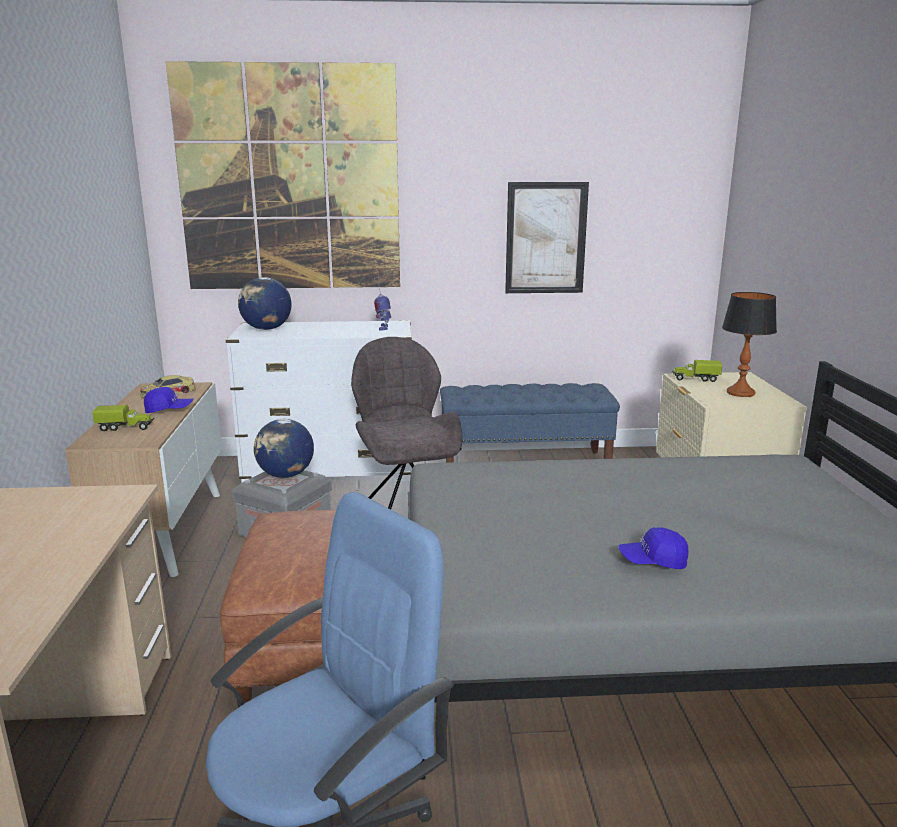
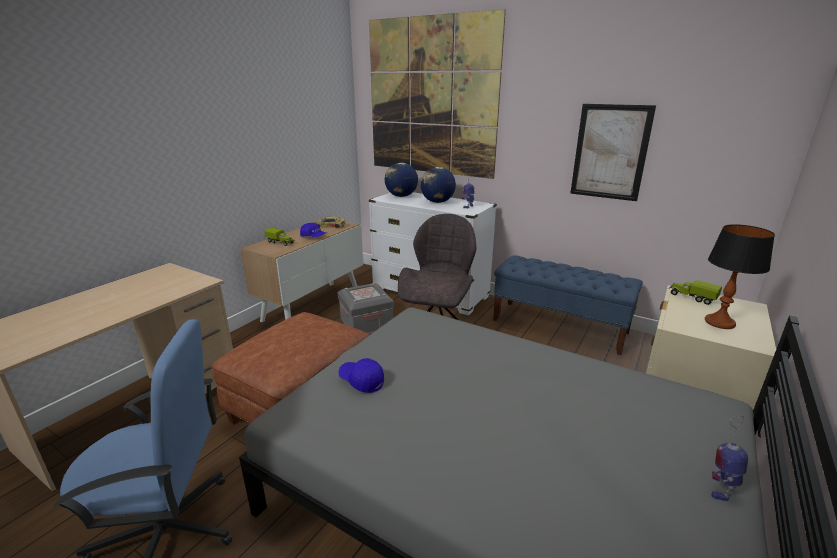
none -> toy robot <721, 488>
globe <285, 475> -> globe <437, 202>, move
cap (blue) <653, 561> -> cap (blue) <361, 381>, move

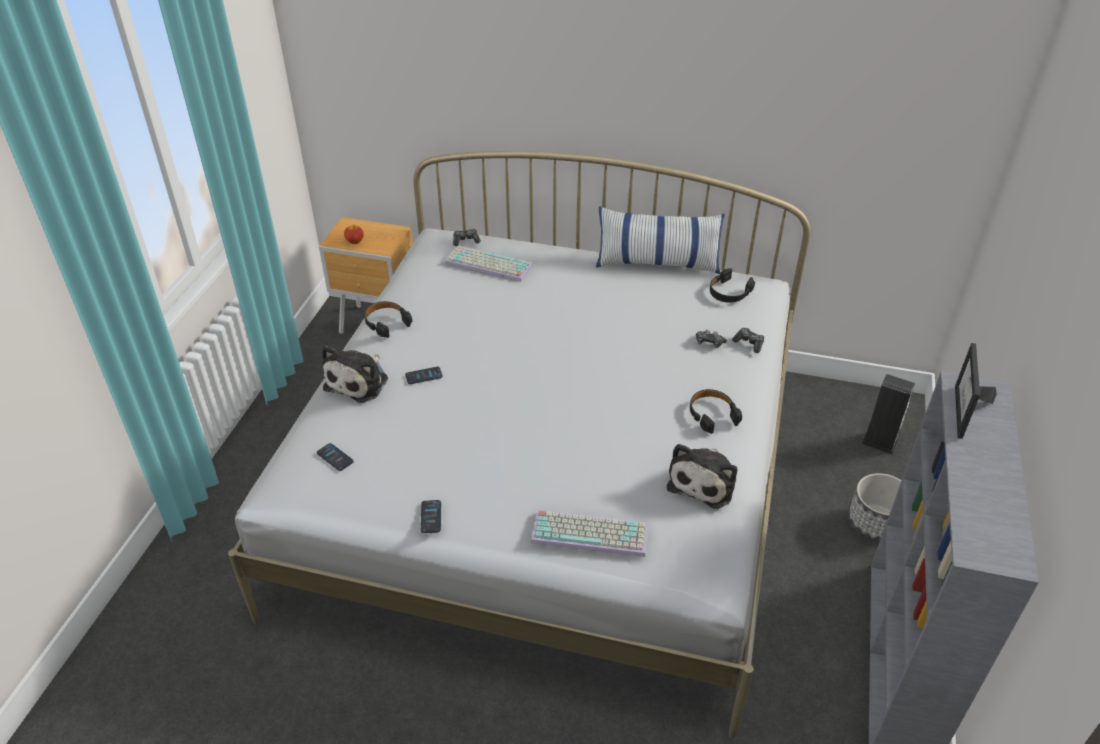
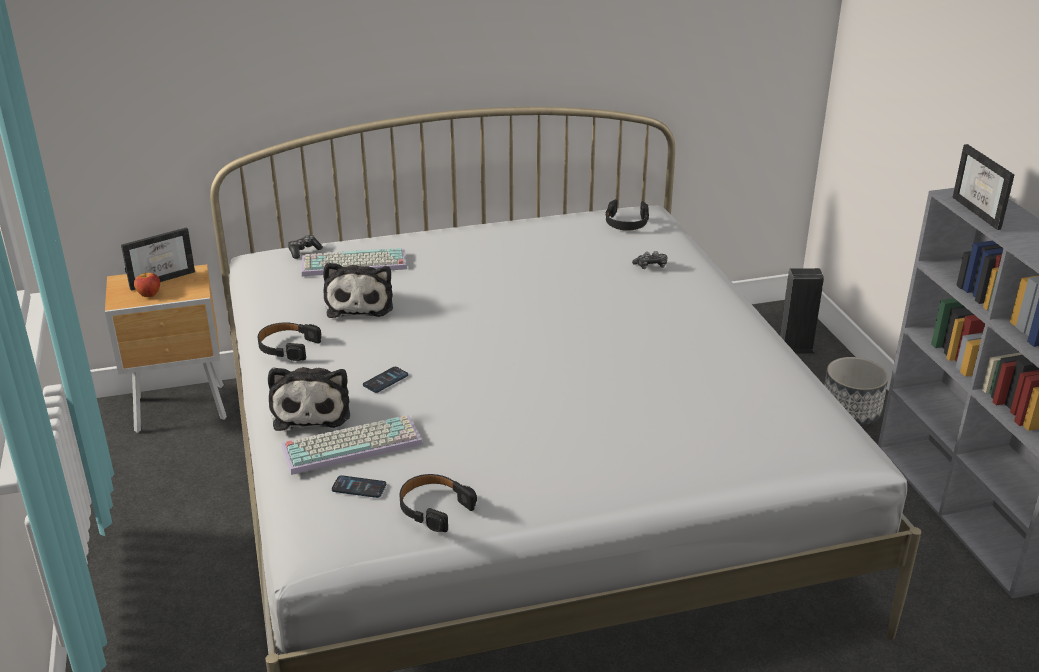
phone <431, 517> -> none
pillow <657, 263> -> none
game controller <749, 343> -> none
none -> picture frame <161, 277>
keyboard <591, 532> -> keyboard <353, 444>, move
plush toy <704, 481> -> plush toy <360, 303>, move
headphones (black) <712, 414> -> headphones (black) <434, 508>, move

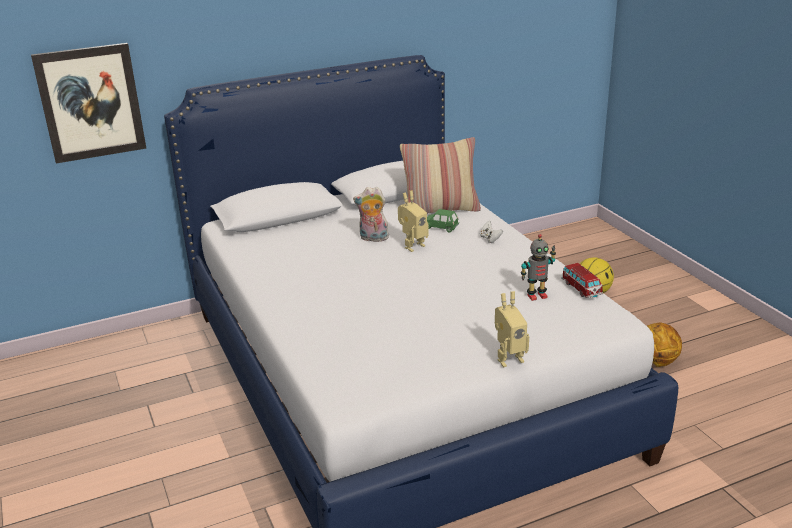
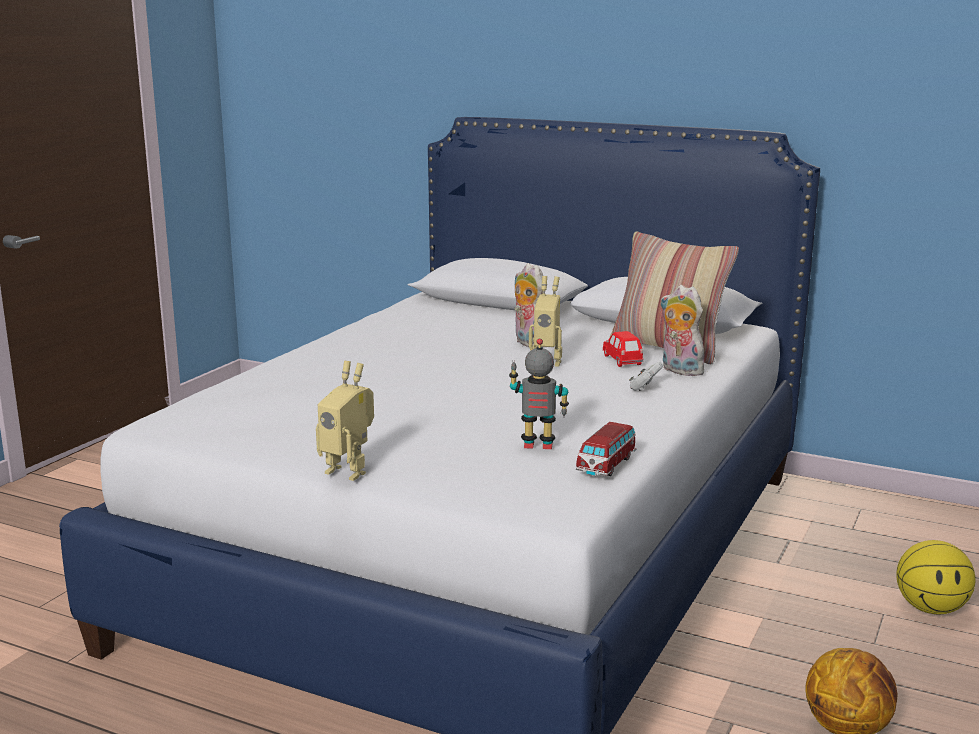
picture <91, 102> -> none
none -> plush toy <679, 371>
toy car (green) <440, 227> -> toy car (red) <622, 360>
toy robot <536, 296> -> toy robot <538, 446>, 150 degrees clockwise

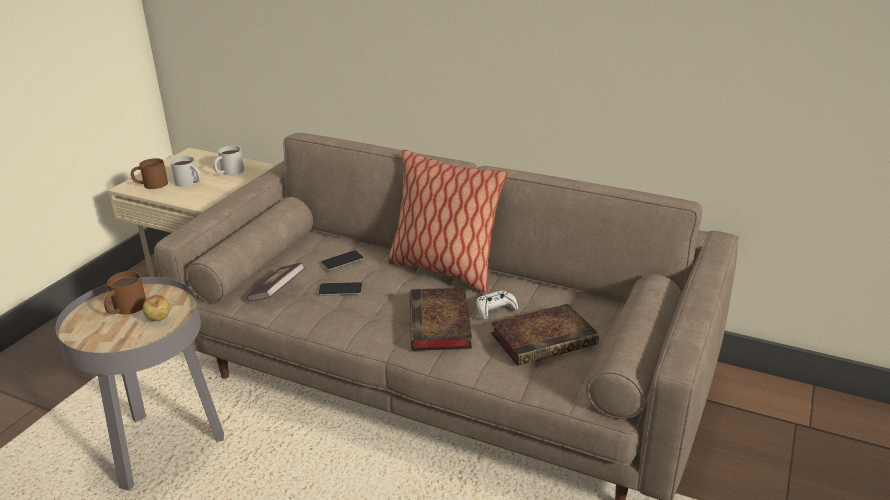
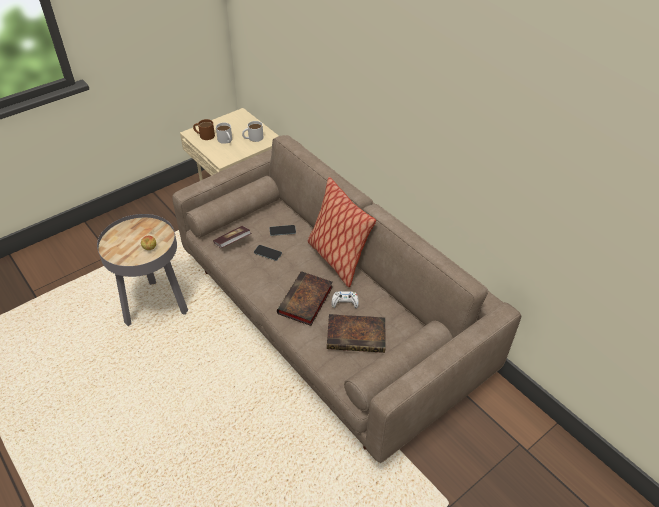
mug (brown) <125, 309> -> none

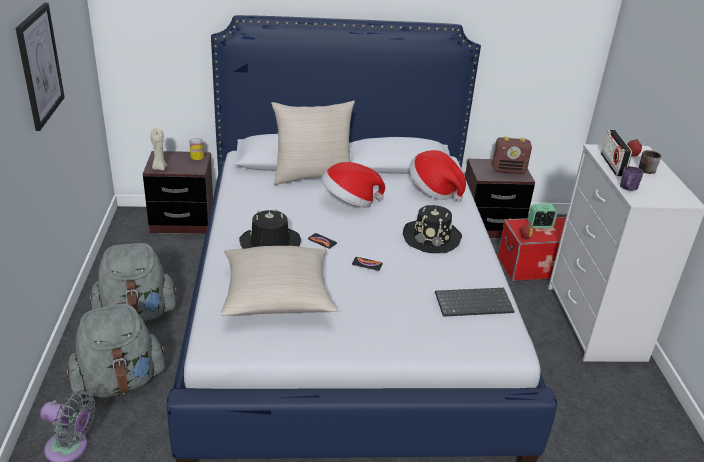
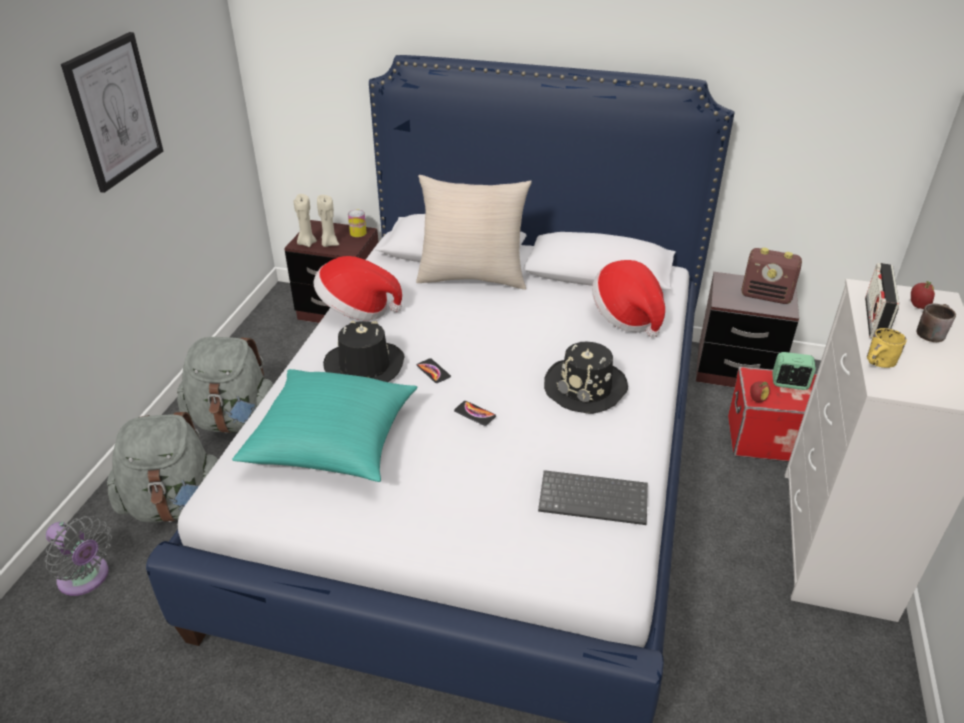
none -> candle (beige) <329, 244>
hat <349, 202> -> hat <357, 310>, move
pillow (beige) <277, 296> -> pillow (turquoise) <332, 441>
mug (purple) <629, 189> -> mug (yellow) <880, 364>

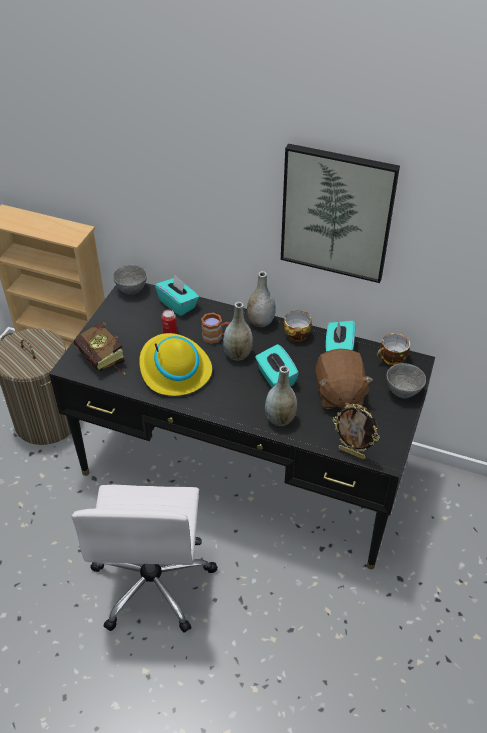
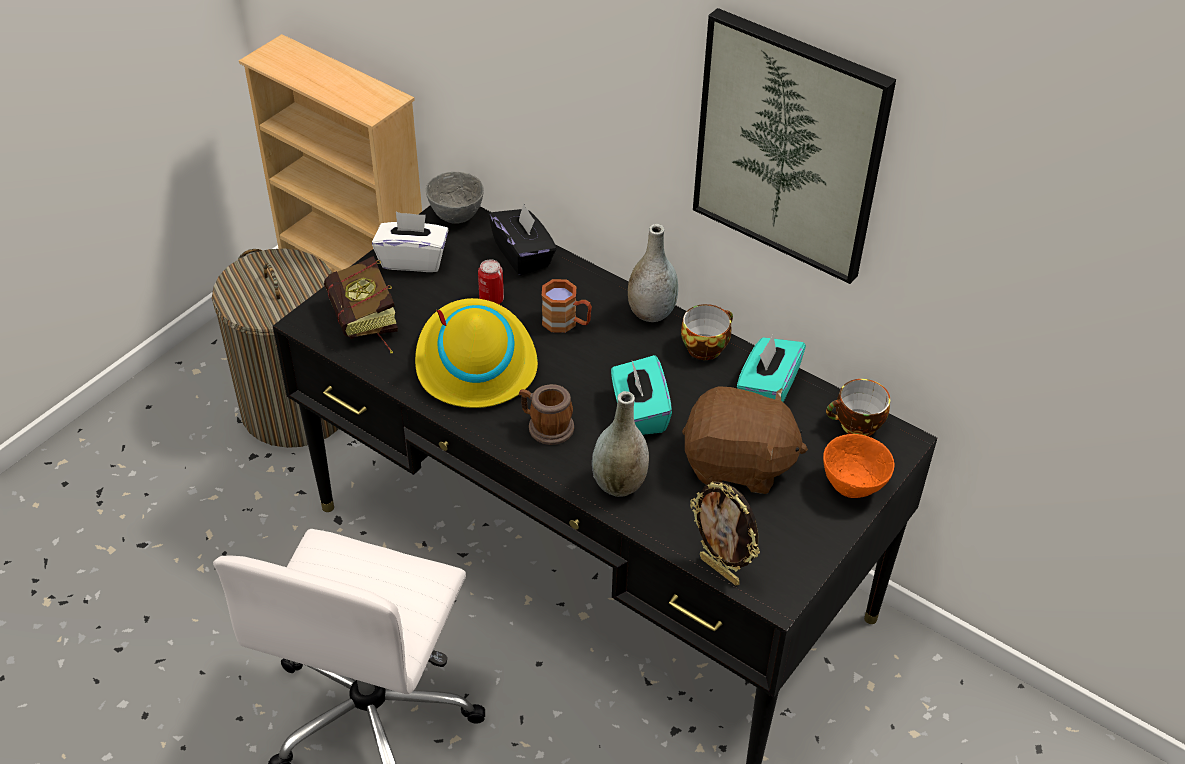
vase (grey) <237, 354> -> none
none -> tissue box (white) <413, 259>
none -> mug <546, 427>
tissue box (turquoise) <178, 304> -> tissue box (black) <523, 255>
bowl (grey) <402, 391> -> bowl (orange) <853, 485>
plush toy (brown) <339, 394> -> plush toy (brown) <738, 464>, 90 degrees counterclockwise

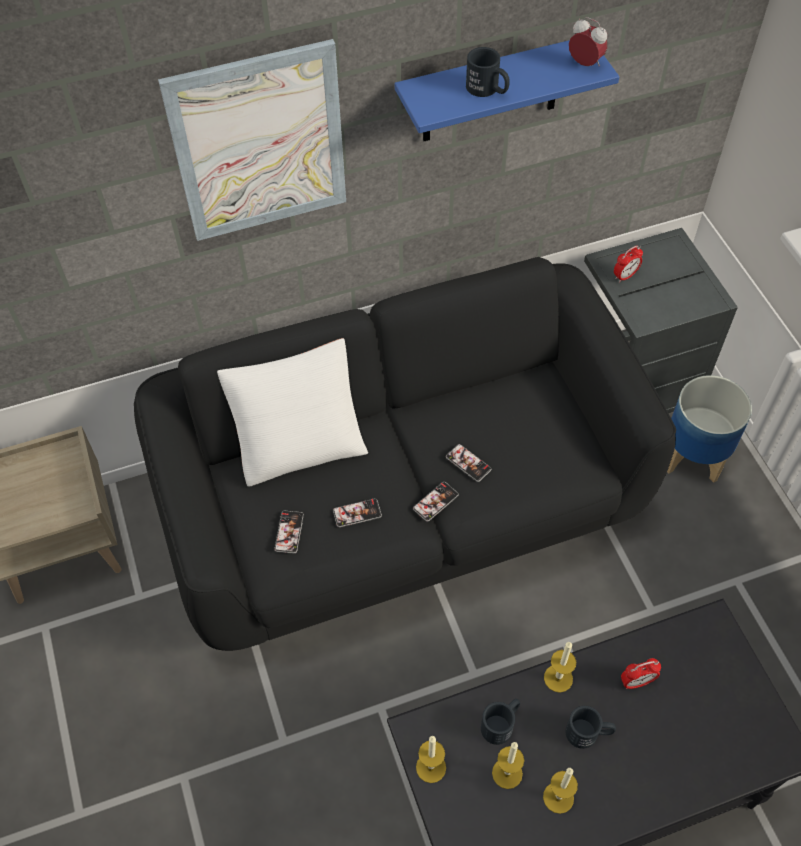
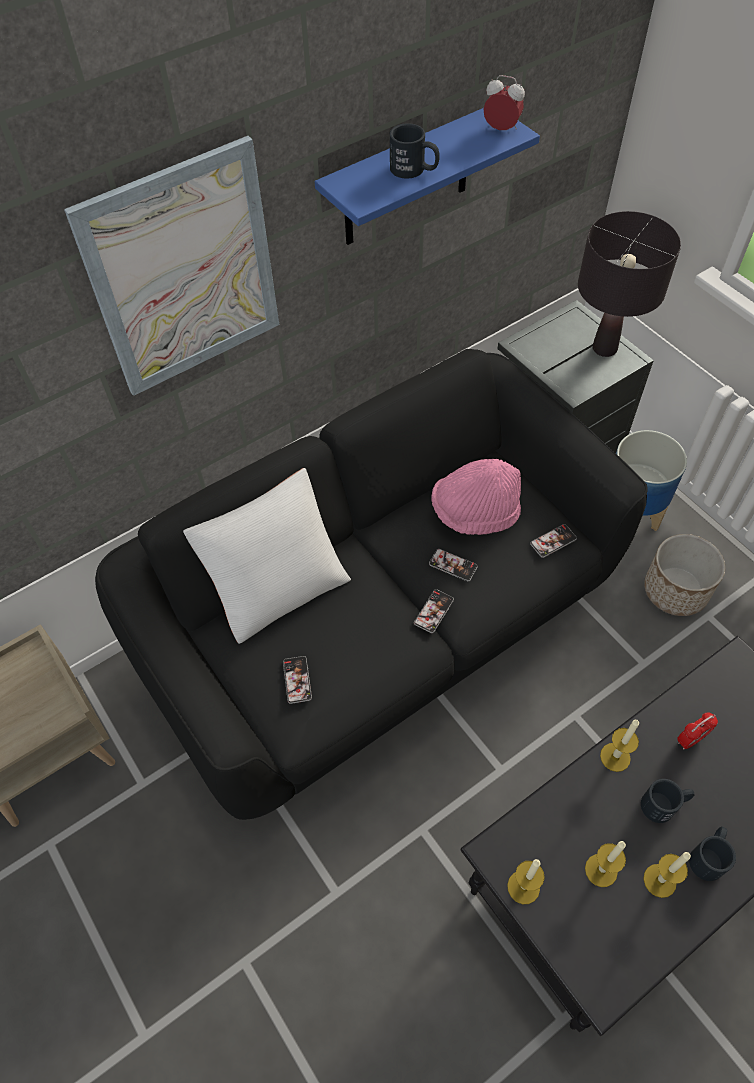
alarm clock <625, 276> -> none
none -> hat (pink) <474, 513>
none -> table lamp (black) <605, 348>
none -> planter <675, 591>
phone <357, 513> -> phone <553, 541>, move
mug (black) <501, 723> -> mug (black) <708, 856>, move

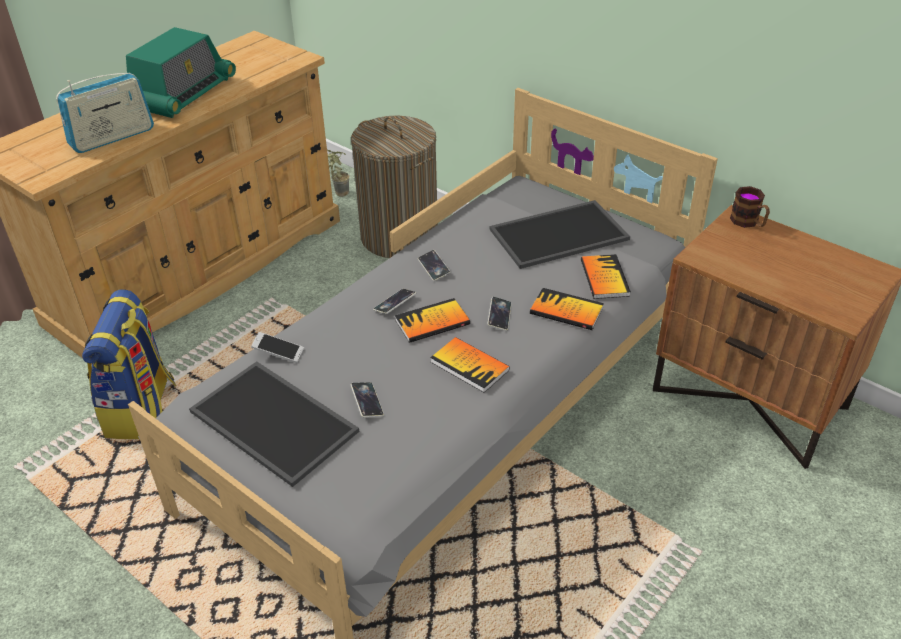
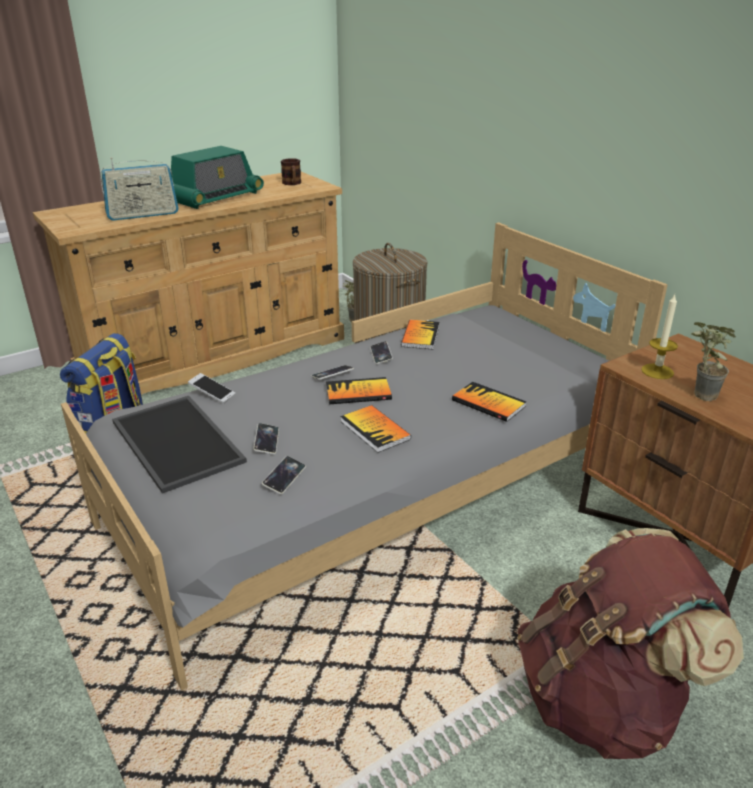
tray <559, 233> -> none
none -> backpack (brown) <603, 699>
none -> candle <657, 371>
none -> potted plant <697, 395>
phone <499, 316> -> phone <284, 477>, move
book <604, 278> -> book <420, 336>, move
mug <748, 222> -> mug <292, 183>, move

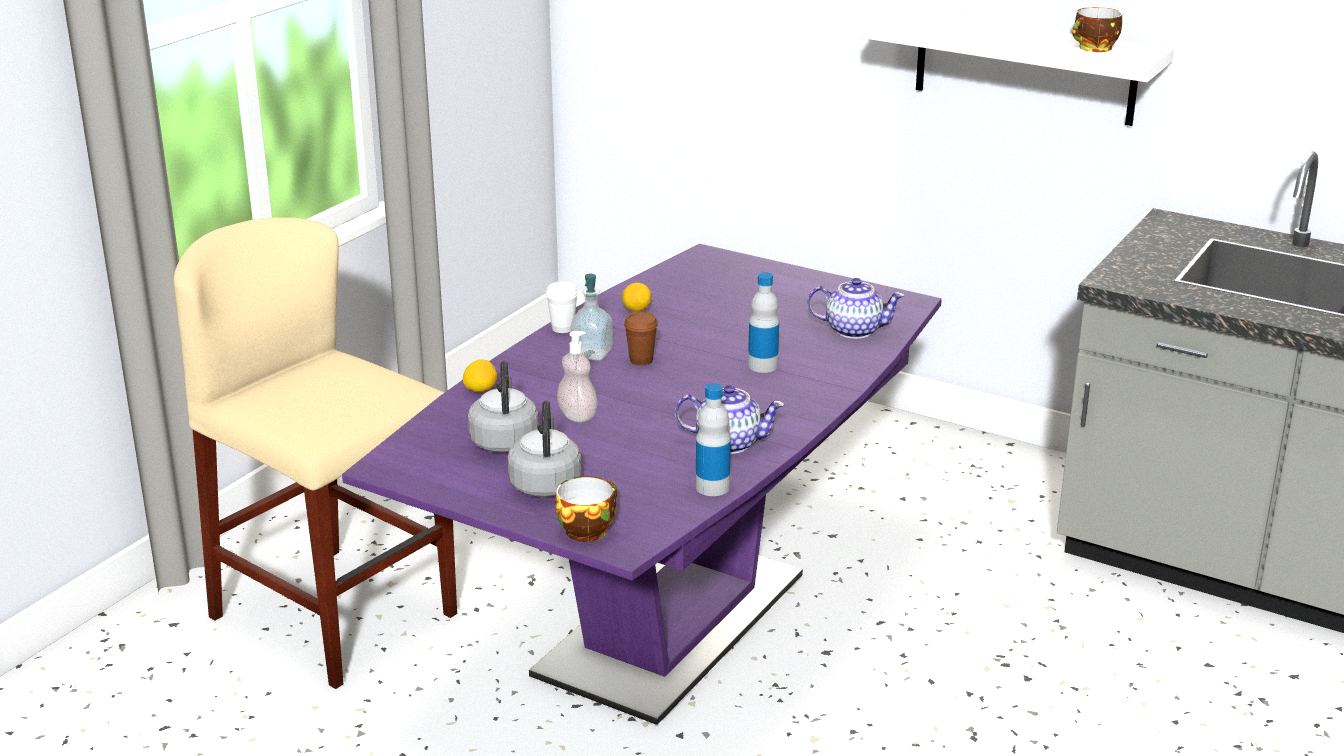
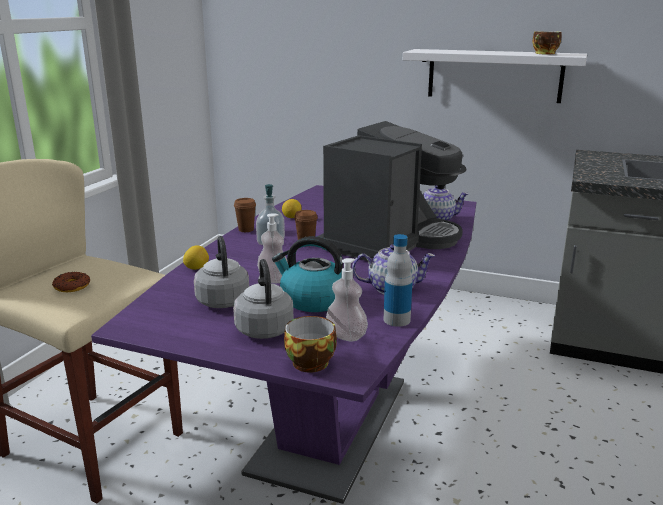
none -> donut <72, 286>
none -> kettle <313, 300>
none -> soap dispenser <346, 336>
bottle <763, 366> -> coffee machine <389, 241>
cup (white) <562, 328> -> cup (brown) <246, 229>

